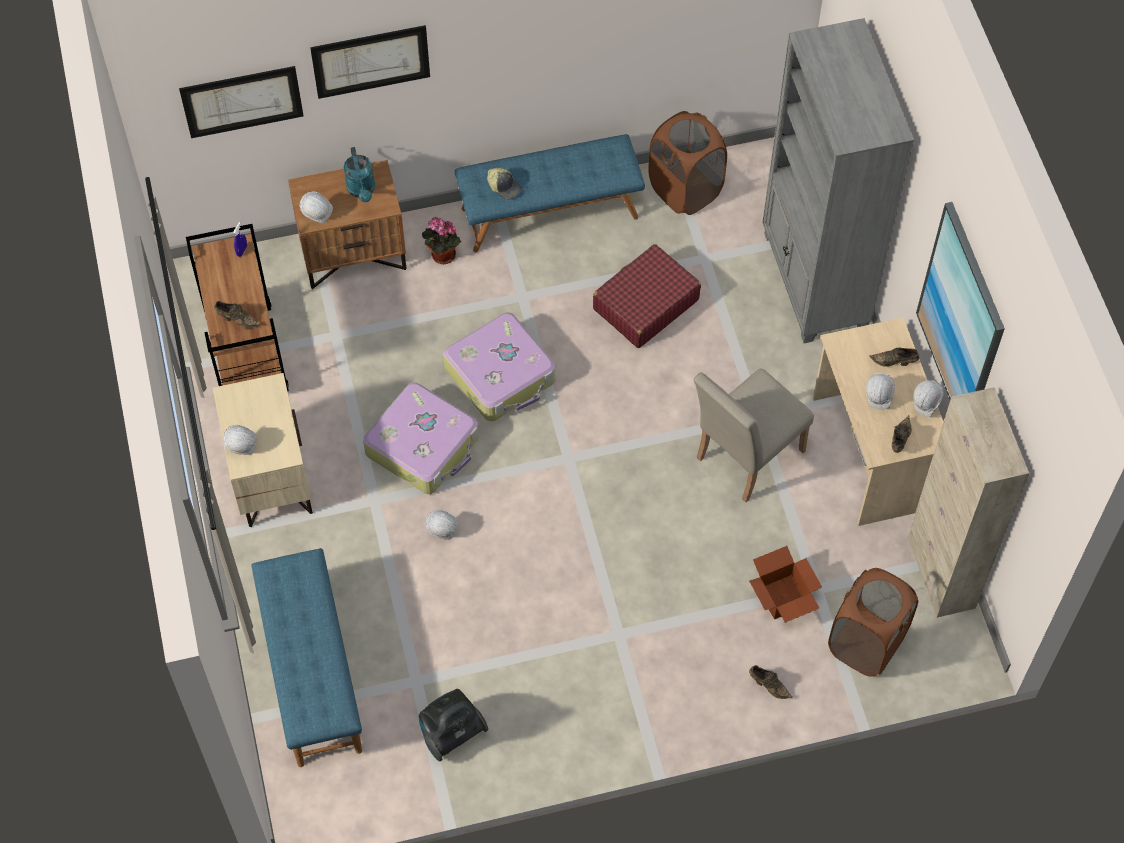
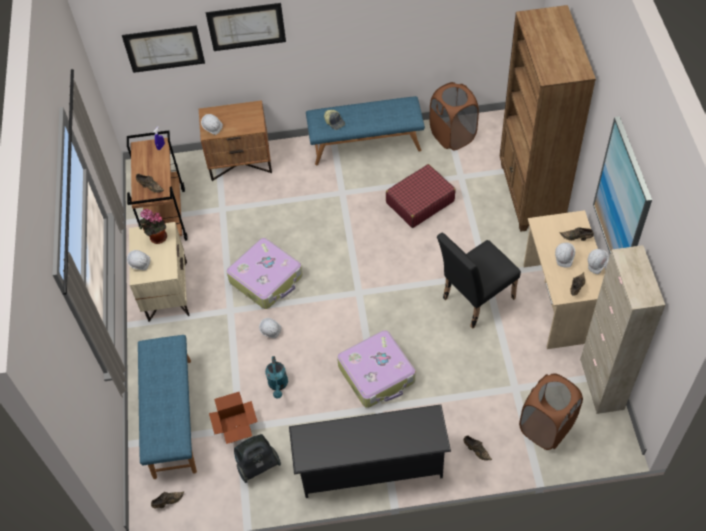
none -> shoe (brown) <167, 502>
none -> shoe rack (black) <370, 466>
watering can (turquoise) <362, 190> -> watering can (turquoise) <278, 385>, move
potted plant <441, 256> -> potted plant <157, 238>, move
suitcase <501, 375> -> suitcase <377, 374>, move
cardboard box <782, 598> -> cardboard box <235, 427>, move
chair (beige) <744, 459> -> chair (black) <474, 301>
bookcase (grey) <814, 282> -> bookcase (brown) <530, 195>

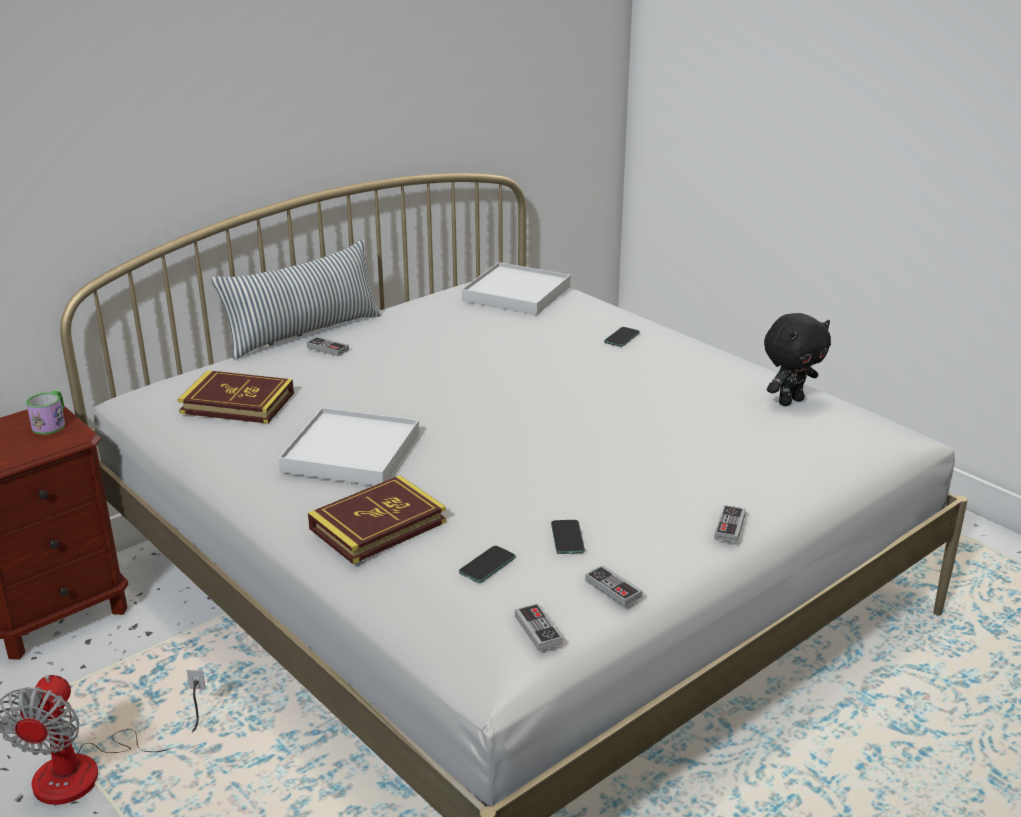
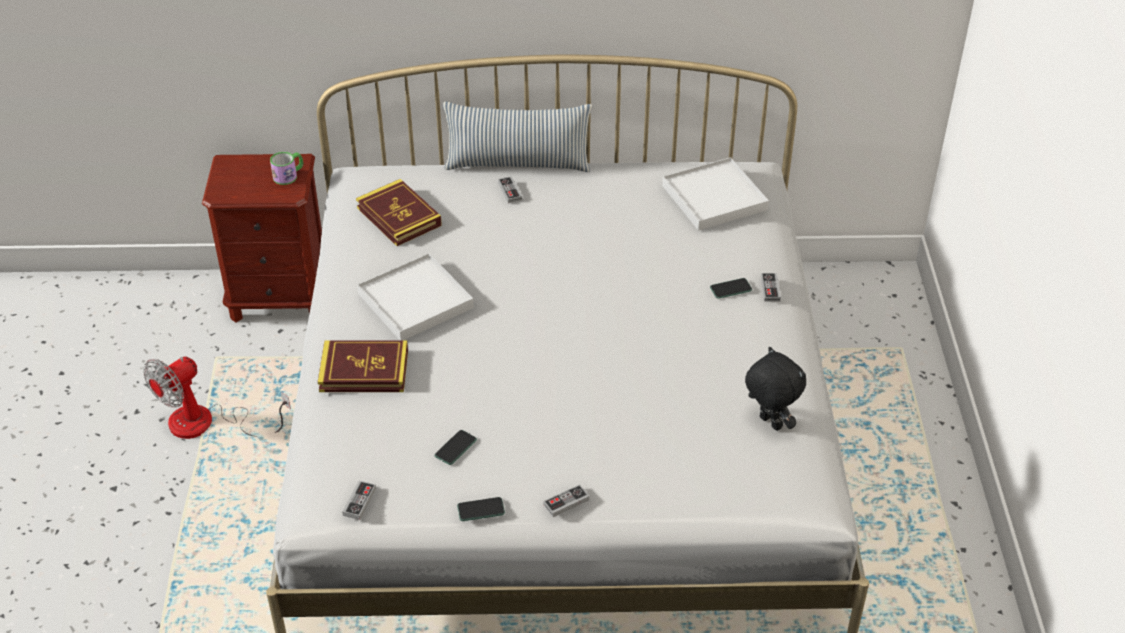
phone <487, 565> -> phone <481, 510>, move
game controller <613, 588> -> game controller <770, 289>, move
plush toy (black) <790, 401> -> plush toy (black) <769, 423>, 135 degrees counterclockwise

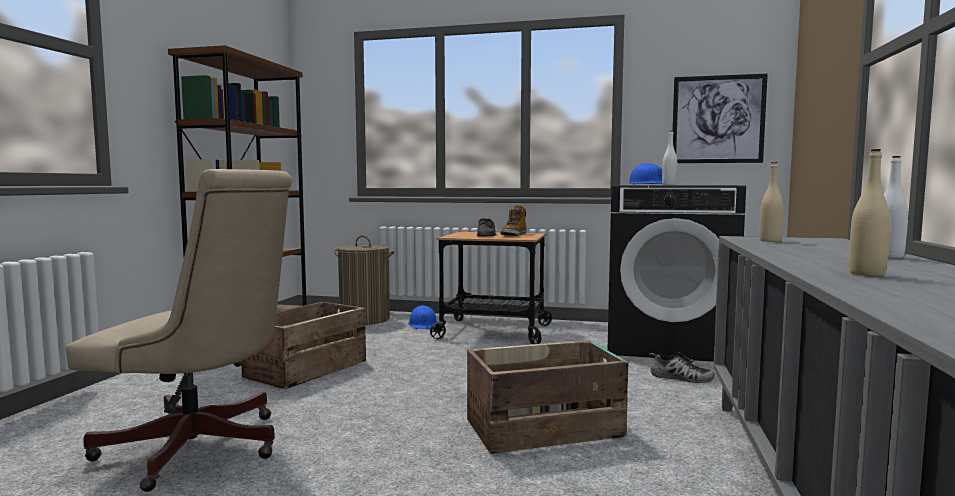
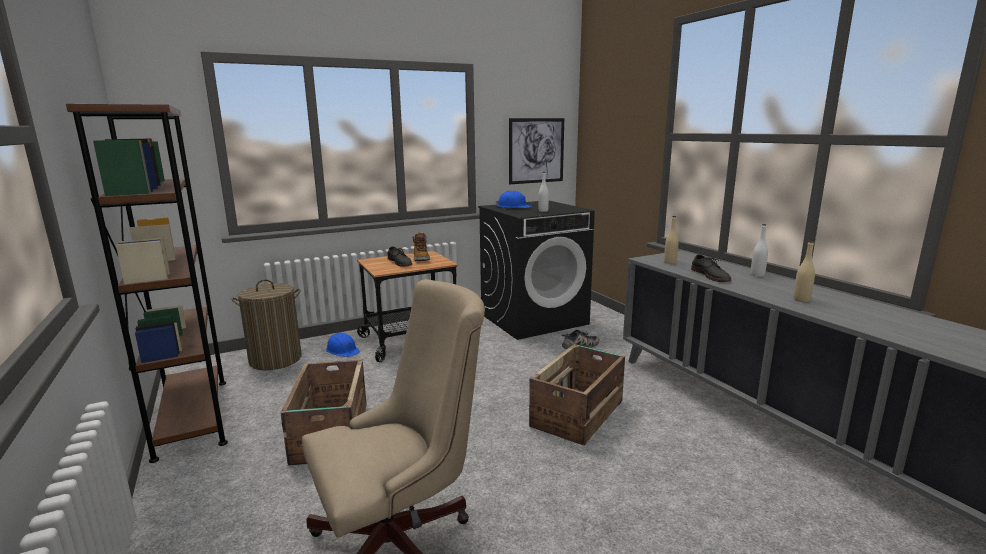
none -> shoe (grey) <710, 275>

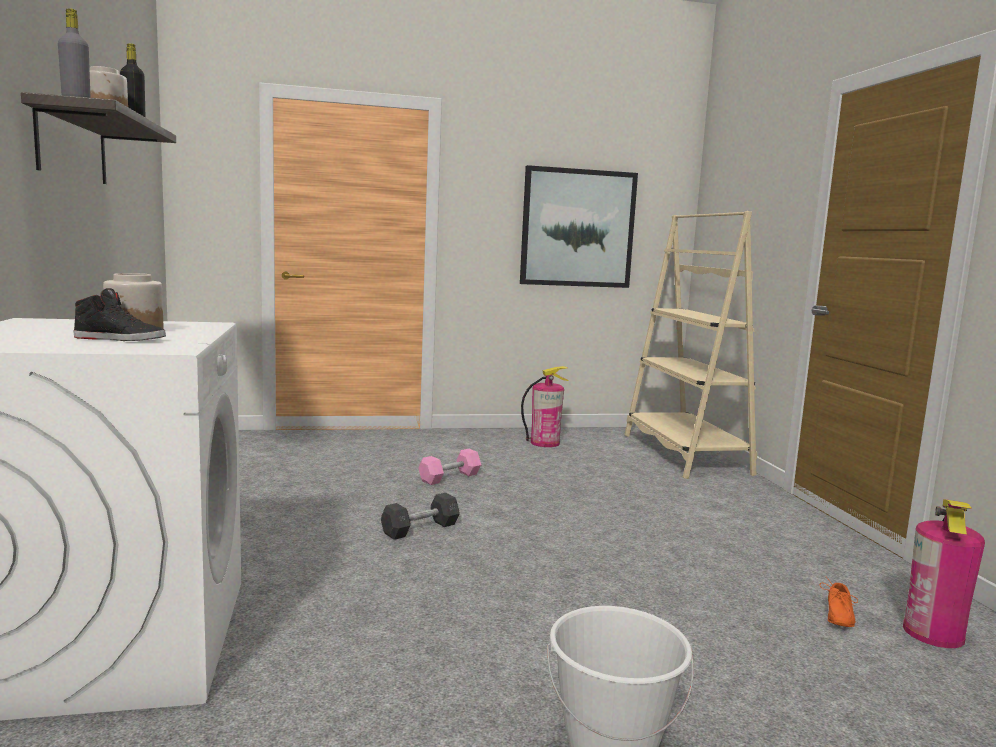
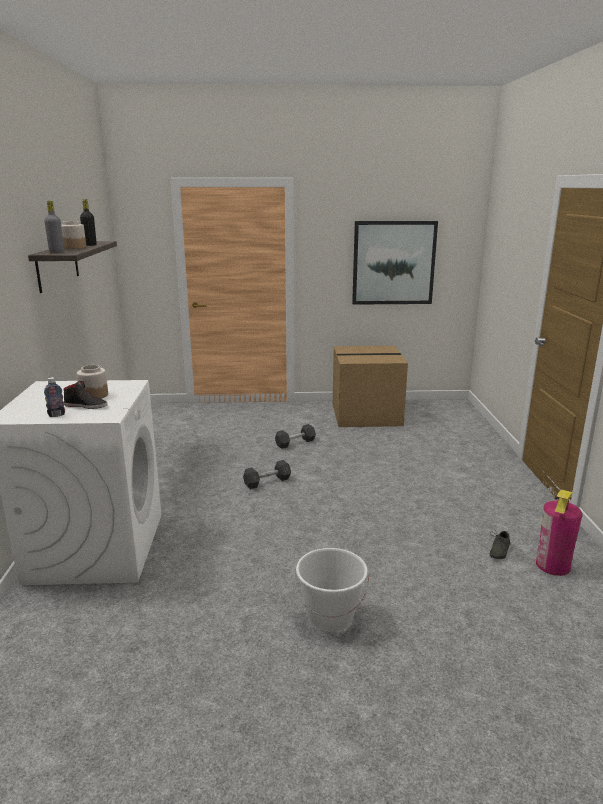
bookcase (beige) <684, 454> -> none
none -> bottle <56, 415>
fire extinguisher <544, 443> -> cardboard box <367, 414>
dumbbell (pink) <449, 477> -> dumbbell (grey) <295, 443>
shoe (orange) <836, 615> -> shoe (grey) <497, 551>

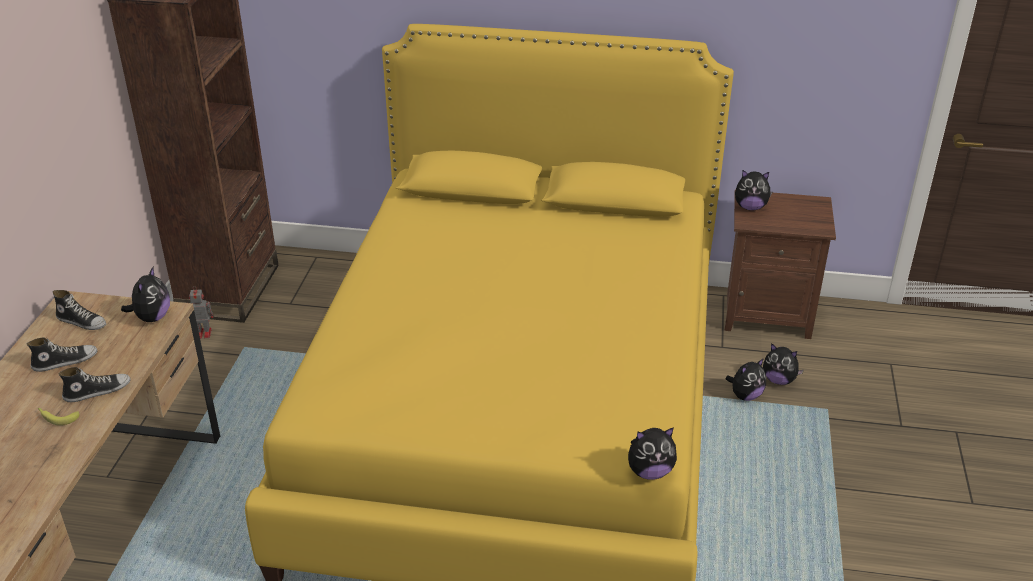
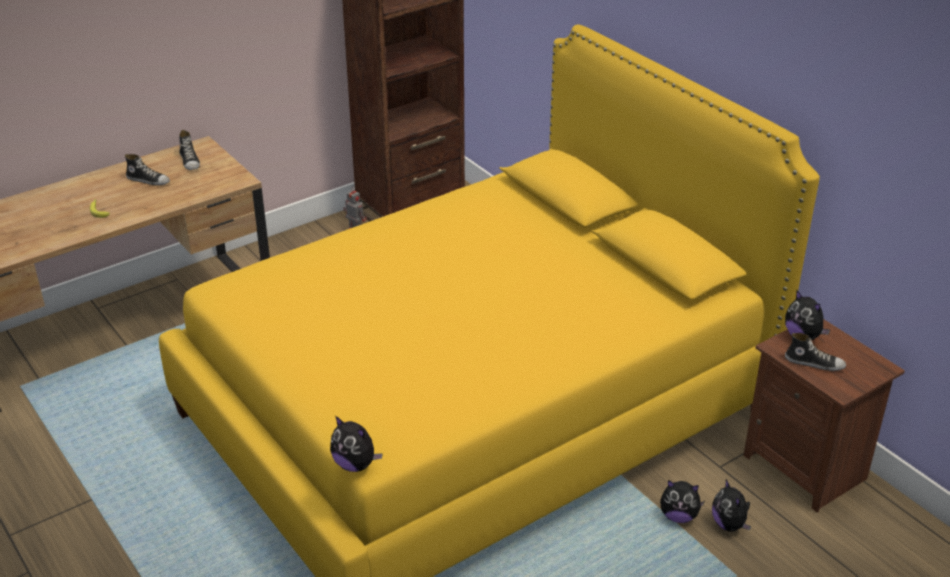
plush toy <152, 317> -> none
shoe <97, 391> -> shoe <814, 363>, move

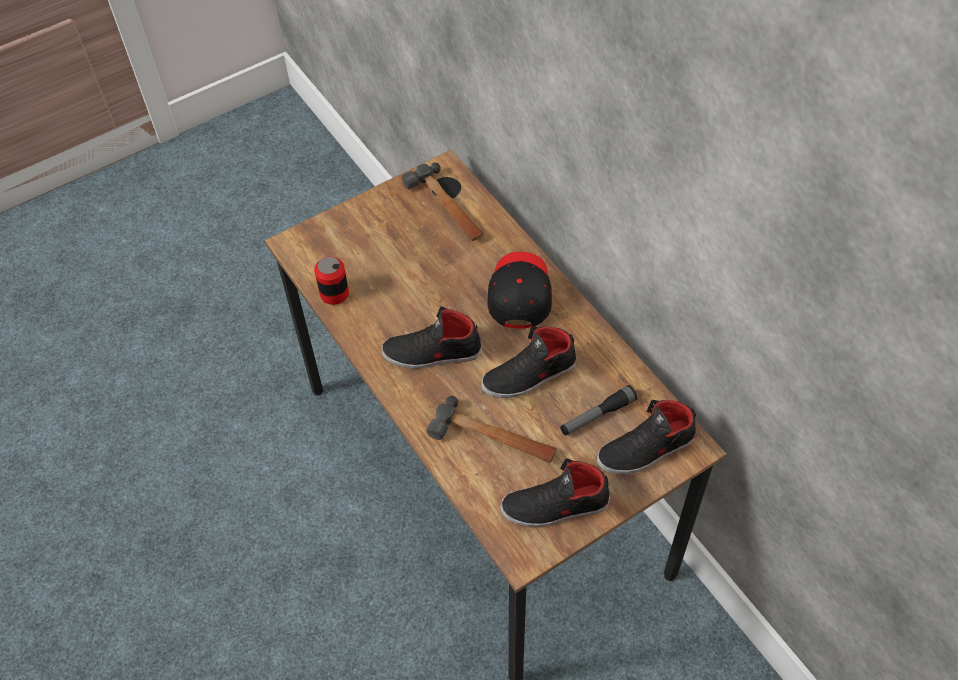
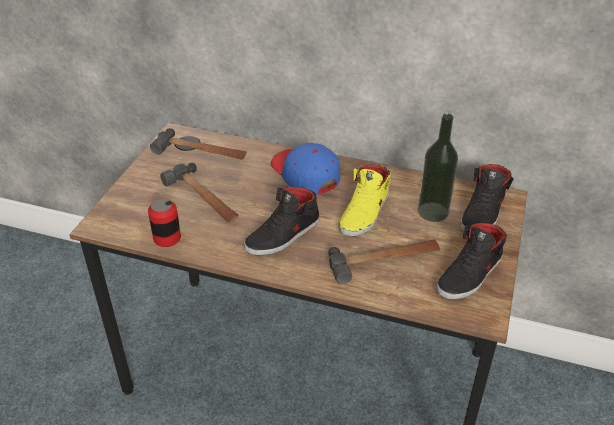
none -> hammer <203, 199>
flashlight <597, 415> -> bottle <433, 212>
shoe (black) <529, 376> -> shoe (yellow) <365, 213>
cap (black) <519, 293> -> cap (blue) <305, 174>

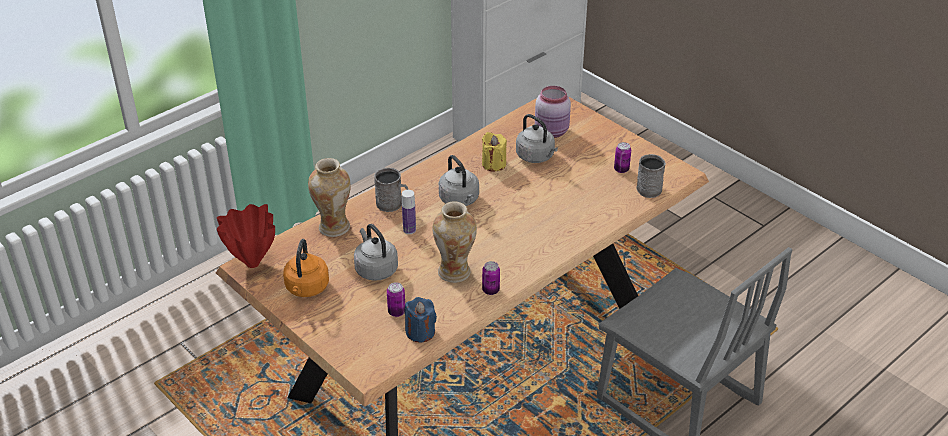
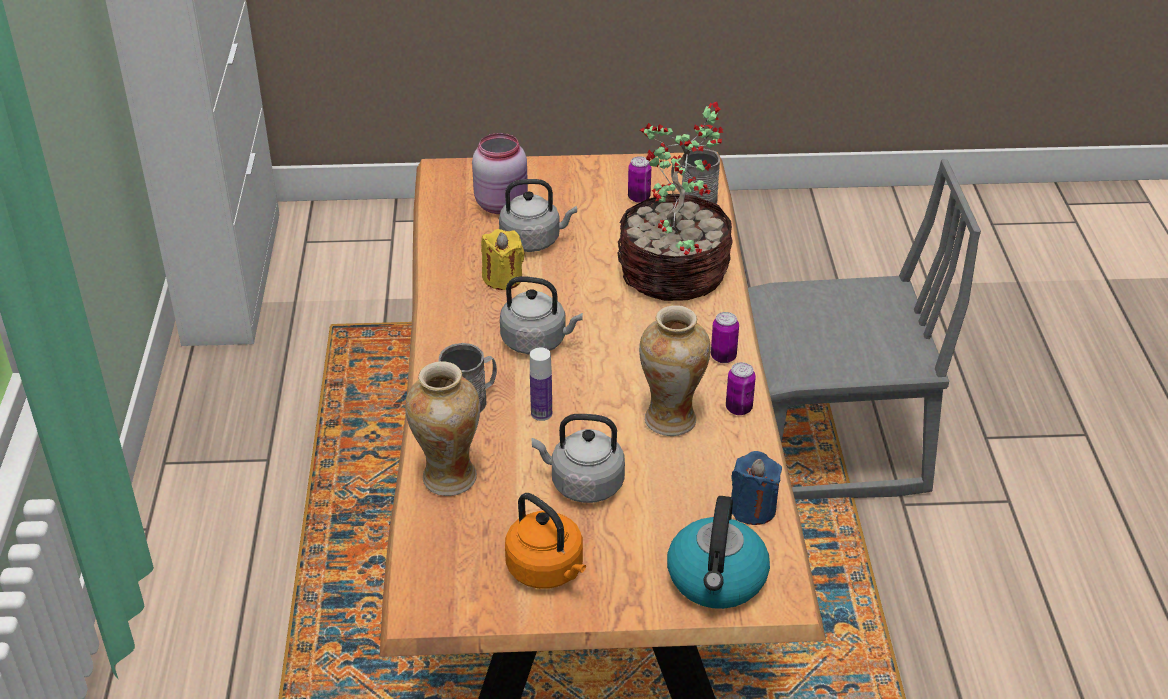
vase (red) <252, 264> -> none
none -> potted plant <673, 275>
none -> kettle <717, 580>
can <396, 312> -> can <723, 357>, move

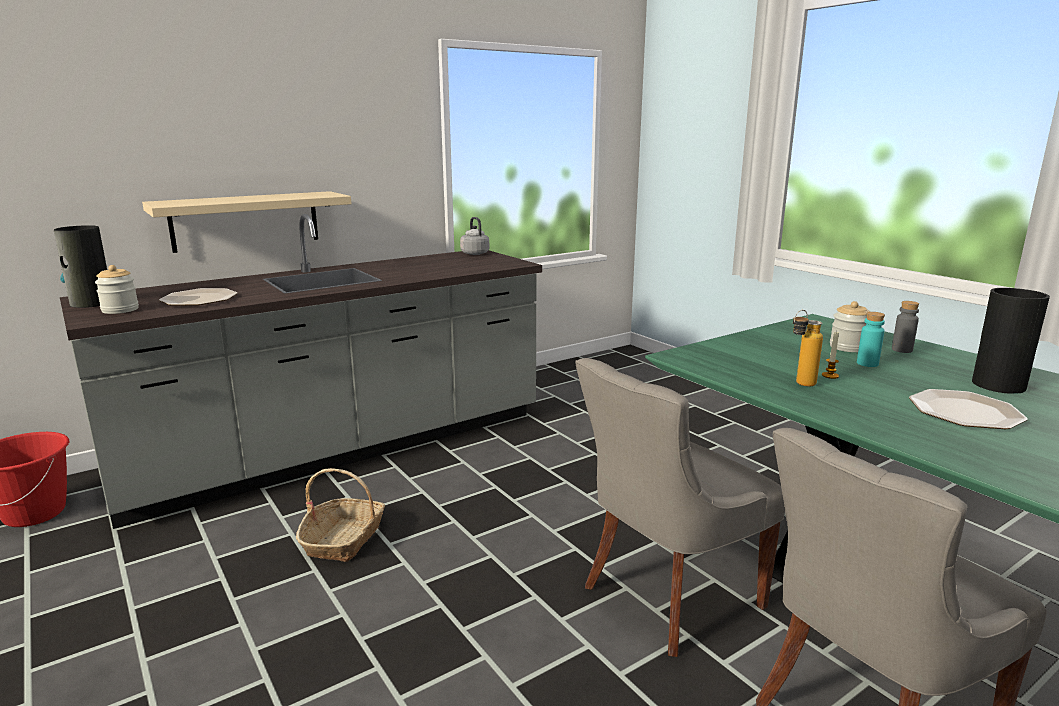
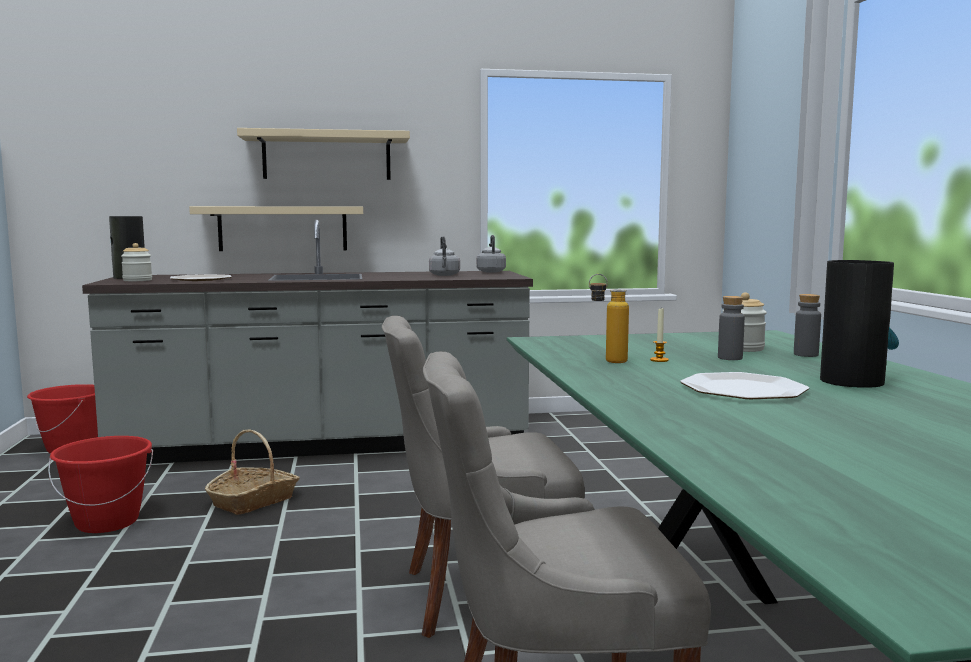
none -> bucket (red) <107, 522>
none -> shelf (beige) <327, 157>
none -> kettle (grey) <444, 275>
bottle (turquoise) <867, 363> -> bottle (grey) <730, 358>

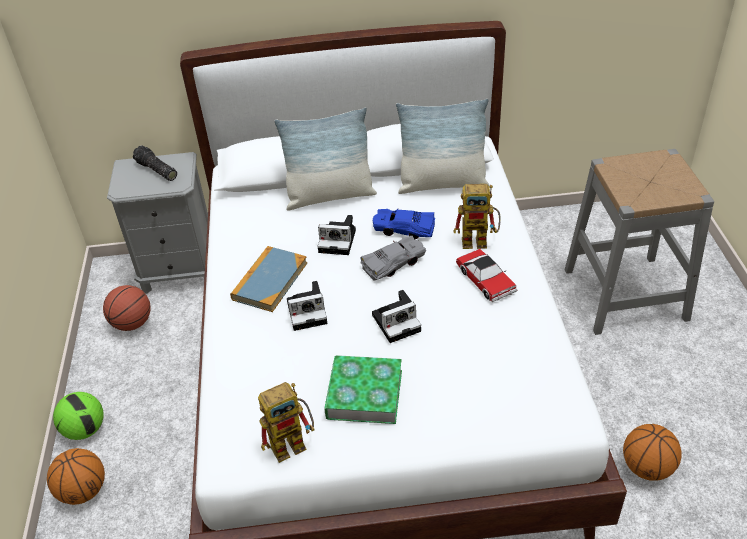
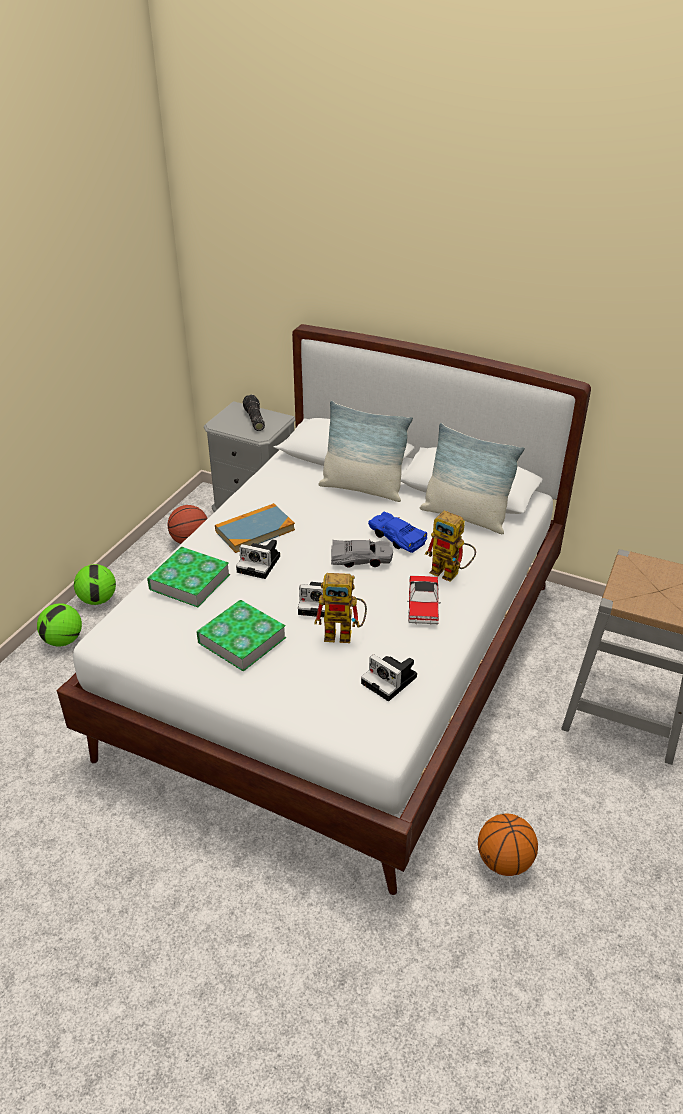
none -> book <189, 582>
toy robot <294, 442> -> toy robot <344, 634>, move
photo camera <339, 241> -> photo camera <391, 681>, move
basketball <83, 491> -> football <63, 640>

